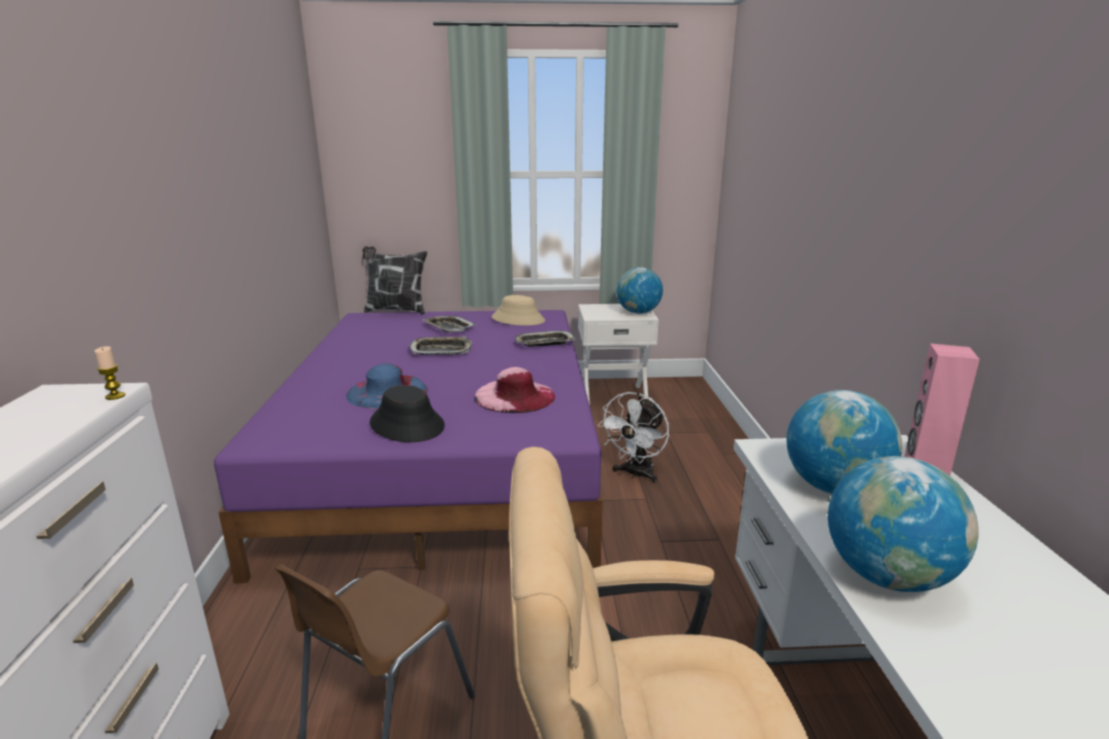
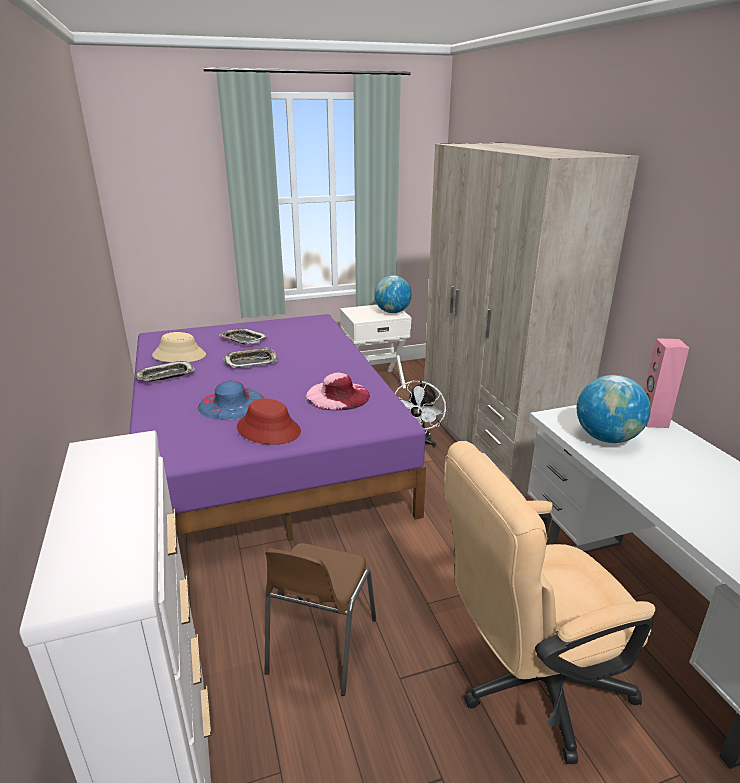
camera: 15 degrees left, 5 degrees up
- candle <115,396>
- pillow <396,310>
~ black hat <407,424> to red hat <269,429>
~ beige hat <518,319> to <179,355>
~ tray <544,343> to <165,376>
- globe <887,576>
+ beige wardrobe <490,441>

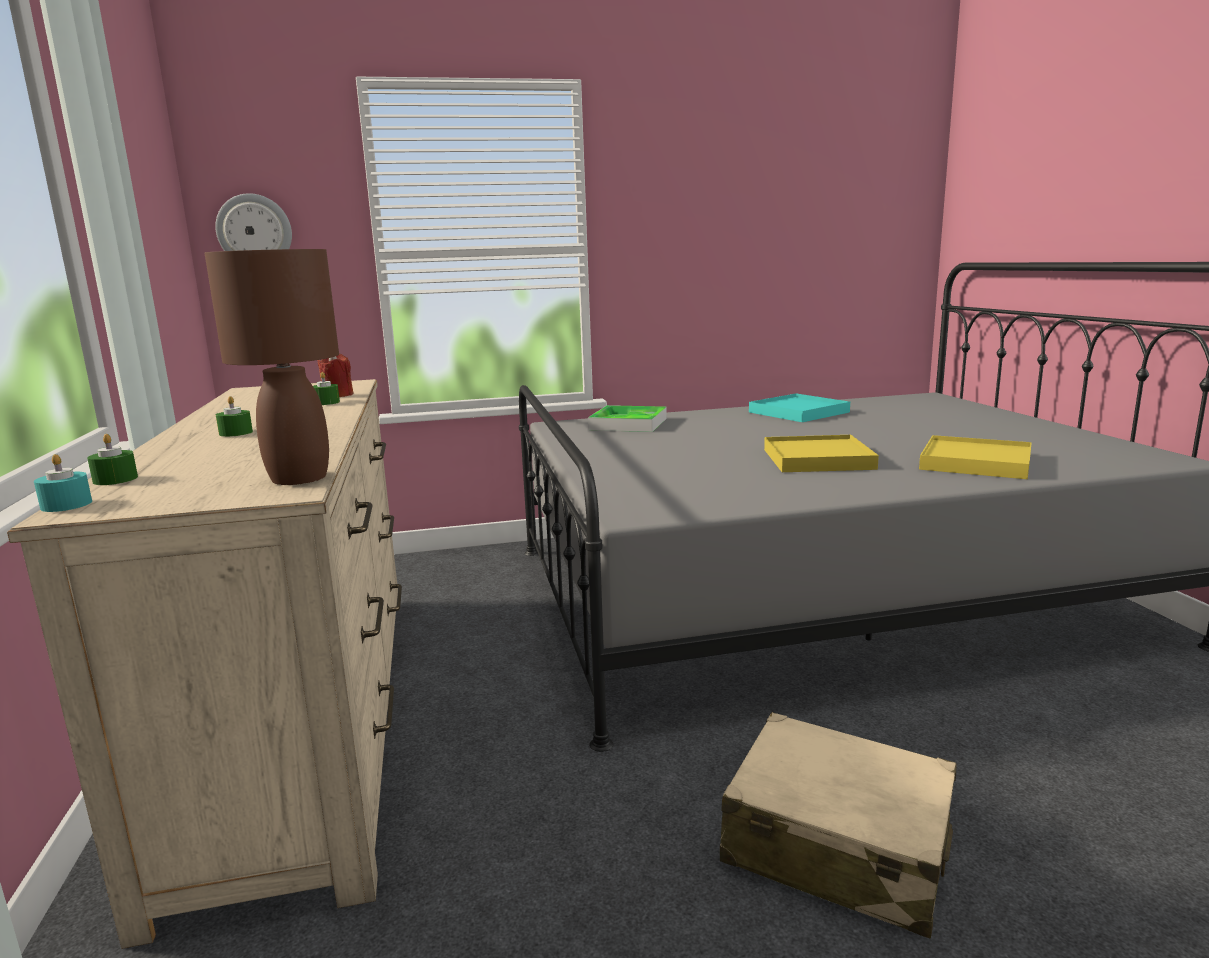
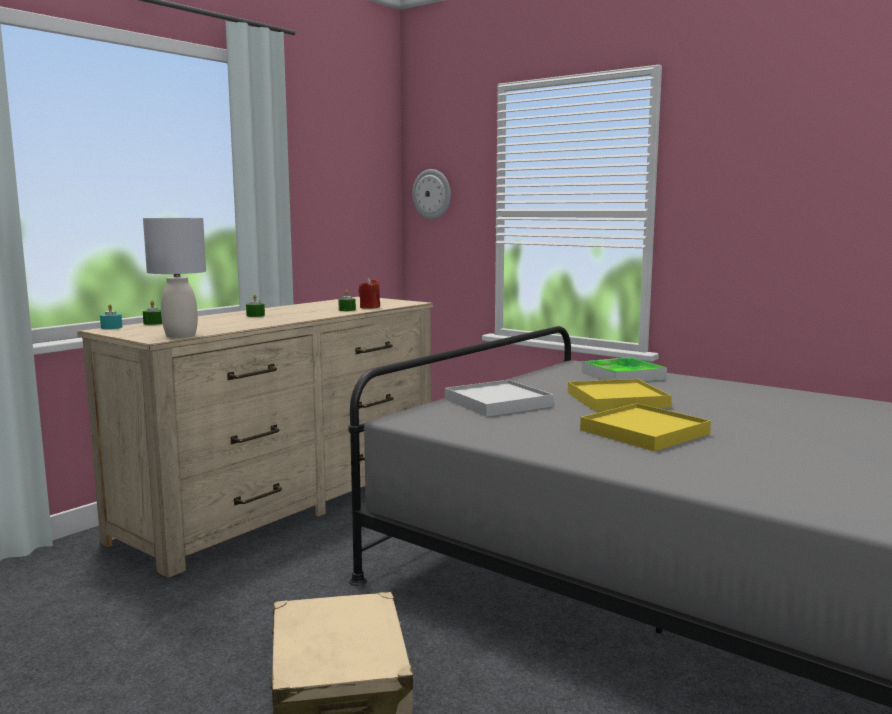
camera: 50 degrees right, 5 degrees down
~ brown table lamp <299,478> to grey table lamp <180,335>
- turquoise tray <798,412>
~ yellow tray <976,463> to <617,400>
+ white tray <497,403>

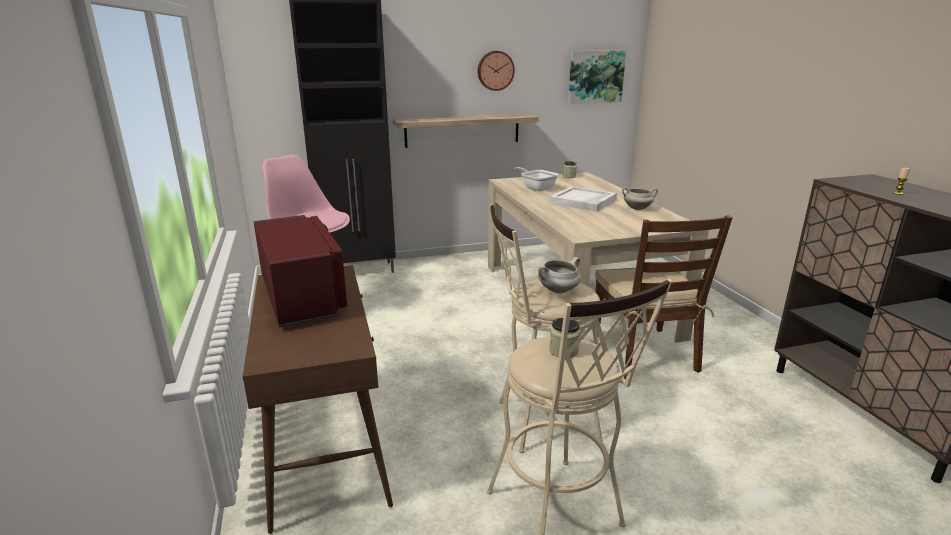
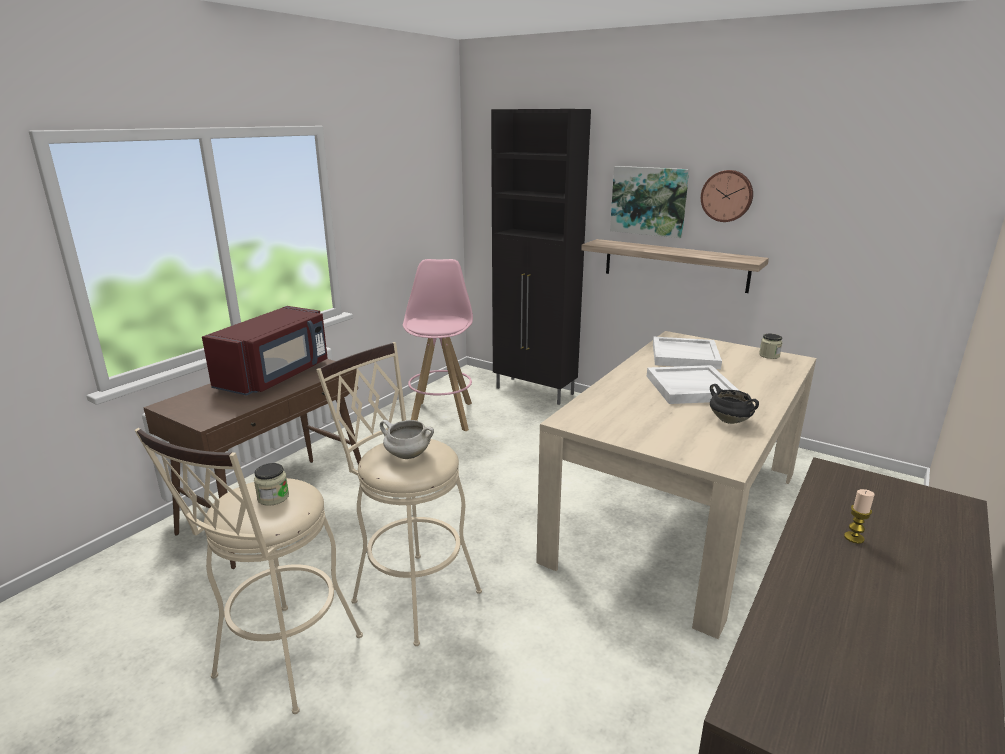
camera: 50 degrees right, 0 degrees up
~ frying pan <536,188> to white tray <685,356>
~ picture <595,77> to <649,201>
- brown chair <644,353>
~ white cooking pot <637,208> to black cooking pot <730,421>

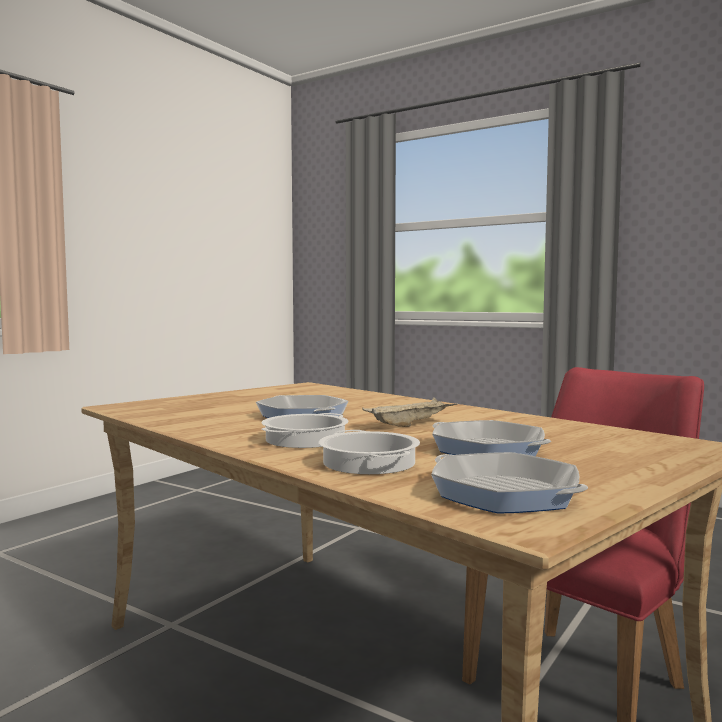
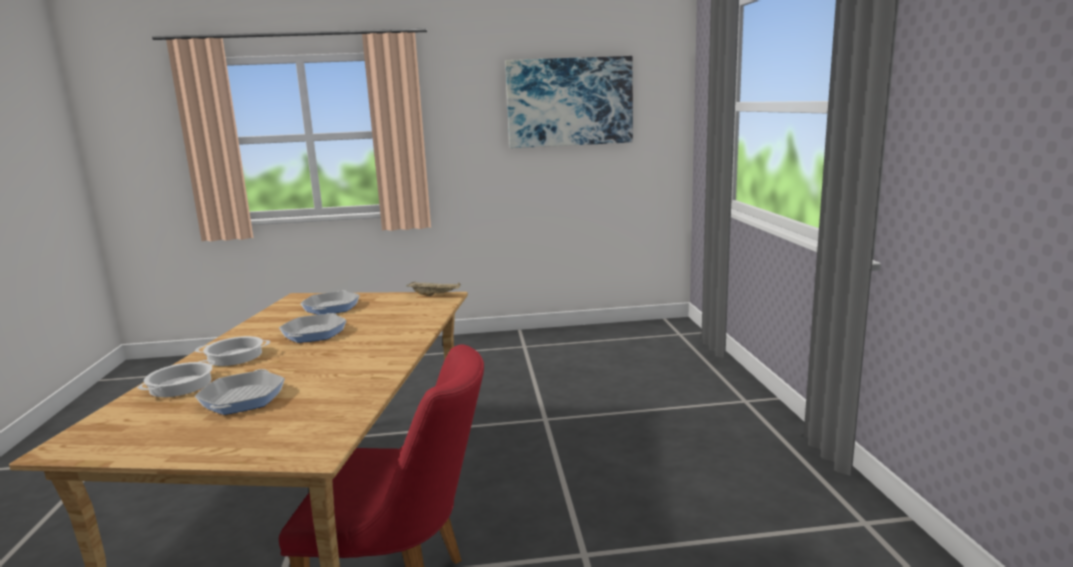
camera: 50 degrees right, 10 degrees up
~ beige tray <410,424> to <435,295>
~ frying pan <504,493> to <331,307>
+ picture <569,102>

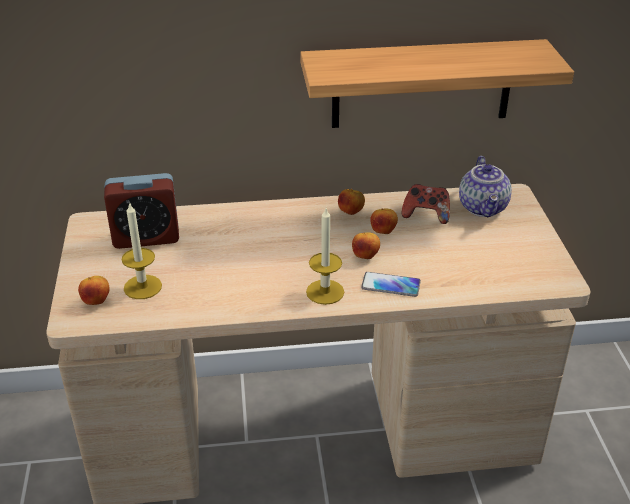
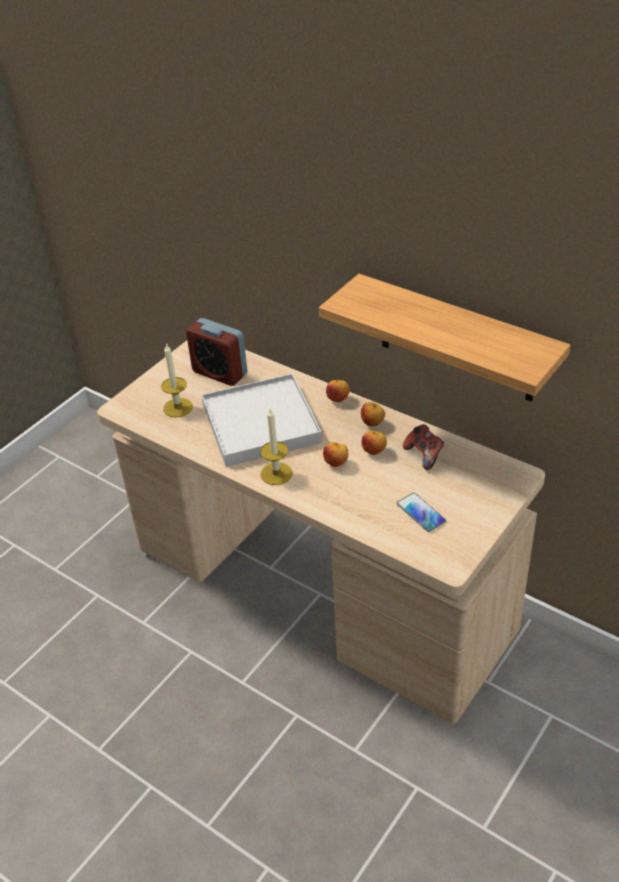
camera: 45 degrees right, 5 degrees up
~ apple <96,301> to <338,399>
~ phone <390,285> to <421,513>
- teapot <484,208>
+ white tray <260,424>

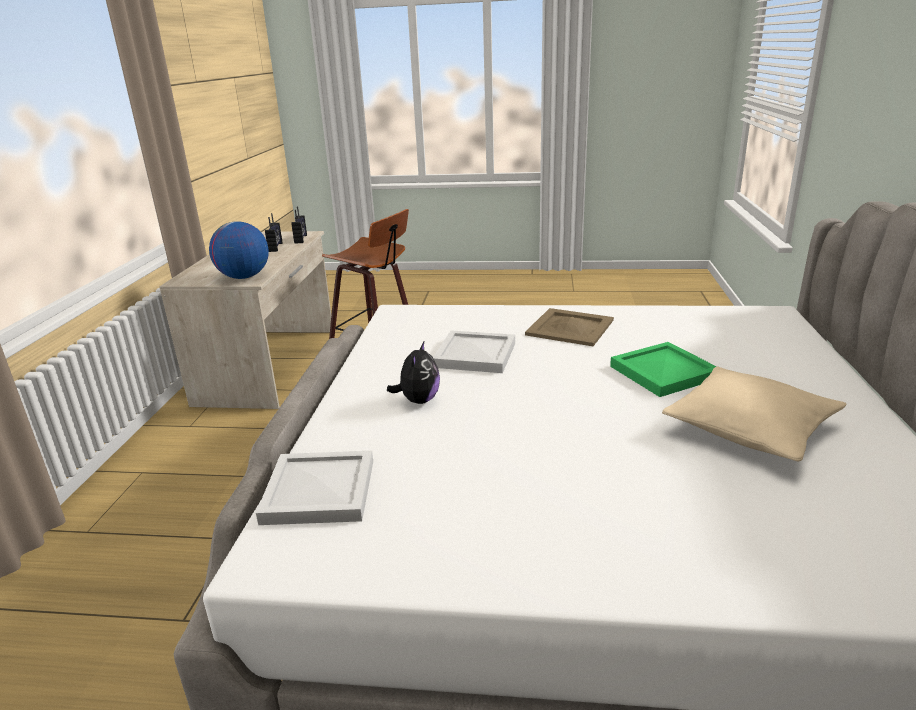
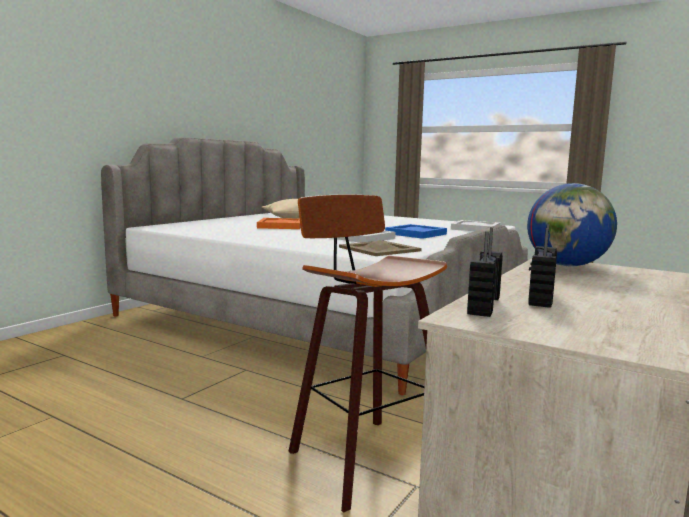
camera: 155 degrees left, 15 degrees down
~ plush toy <418,400> to blue tray <416,234>
~ beige tray <569,327> to <379,249>
~ green tray <663,373> to orange tray <281,226>

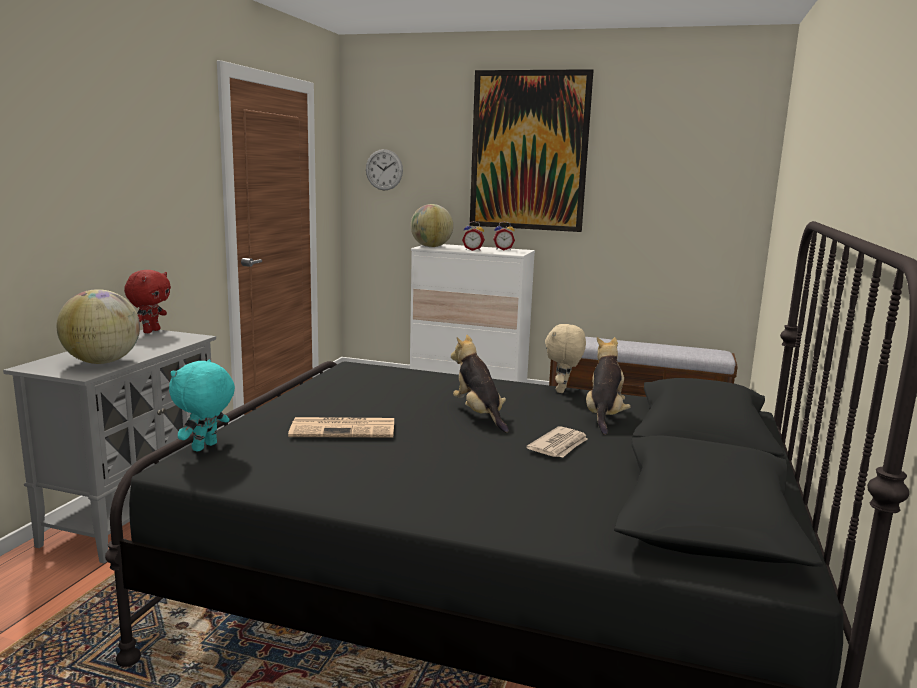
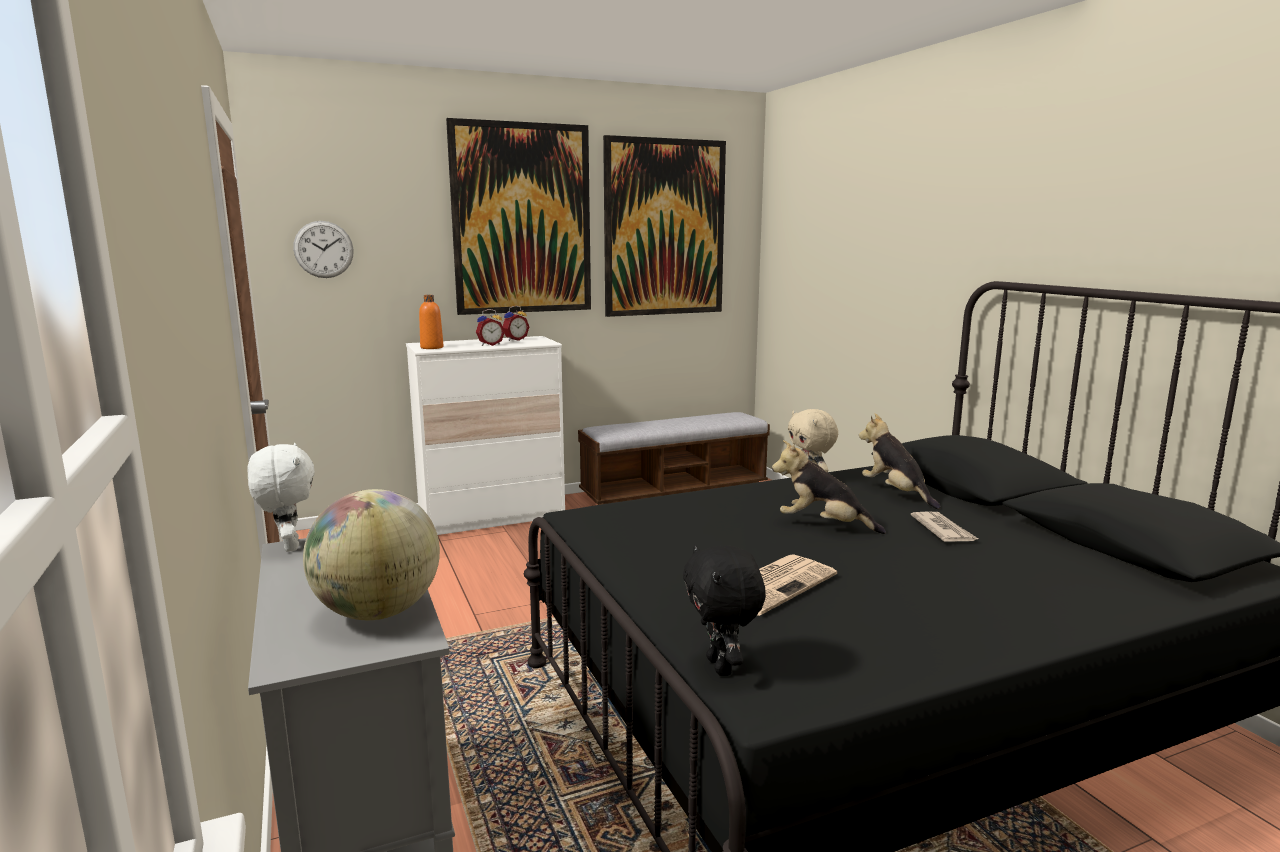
camera: 40 degrees left, 0 degrees up
~ red plush toy <151,331> to white plush toy <288,546>
~ turquoise plush toy <205,447> to black plush toy <722,667>
~ globe <431,247> to orange bottle <432,347>
+ picture <664,228>

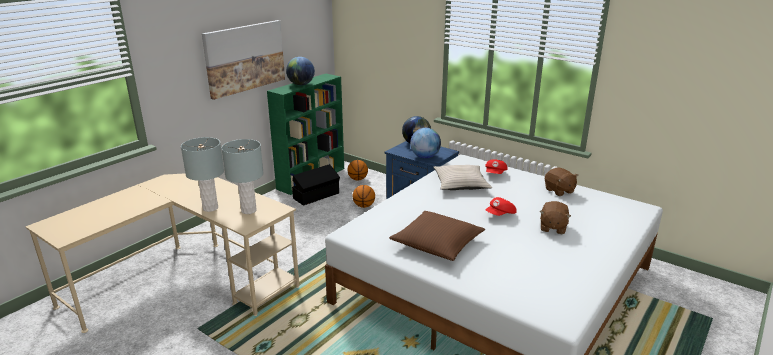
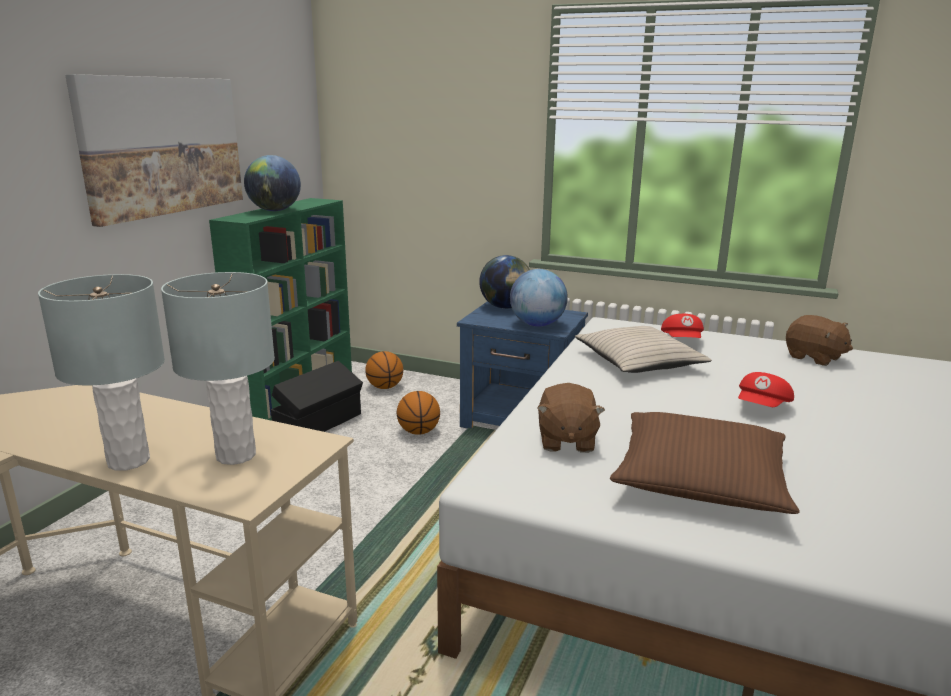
camera: 15 degrees left, 5 degrees down
~ brown plush toy <552,227> to <566,441>

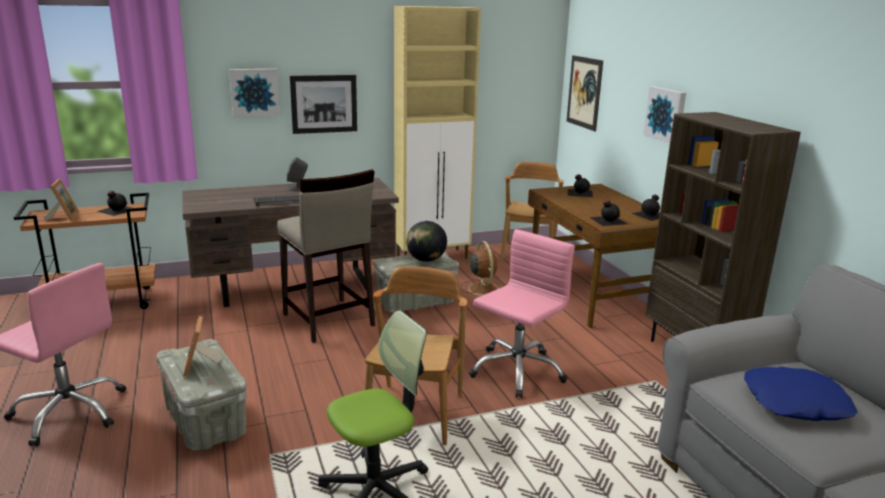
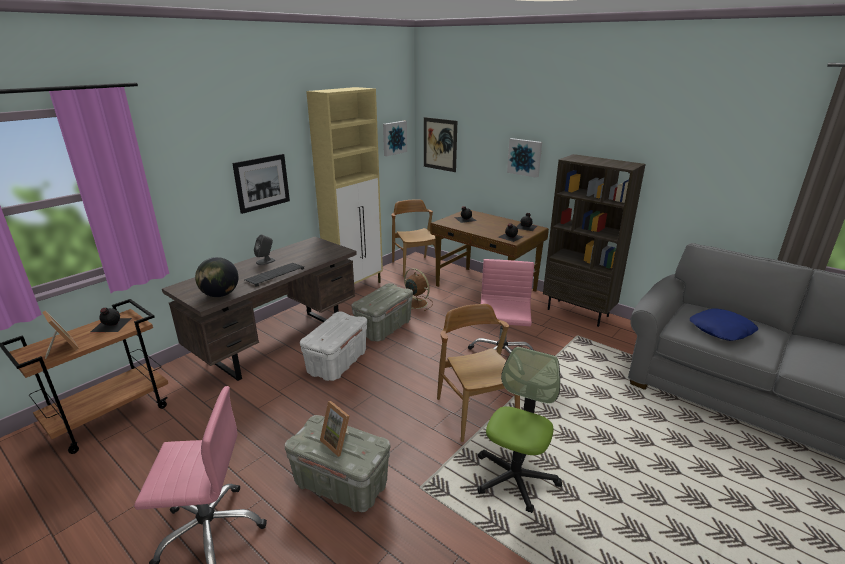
camera: 30 degrees left, 5 degrees up
~ picture <254,92> to <394,138>
~ beige stool <328,320> to white storage box <337,363>
~ globe <426,260> to <220,295>

